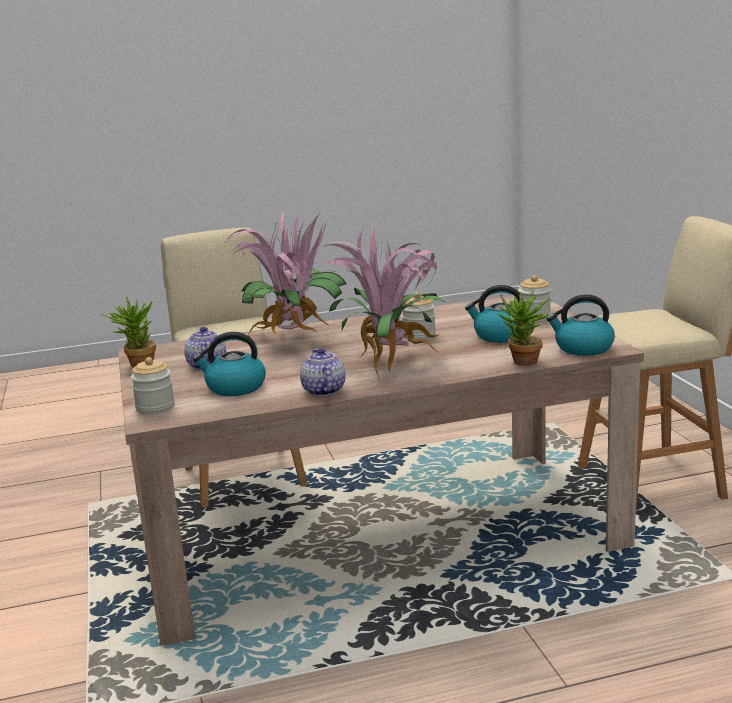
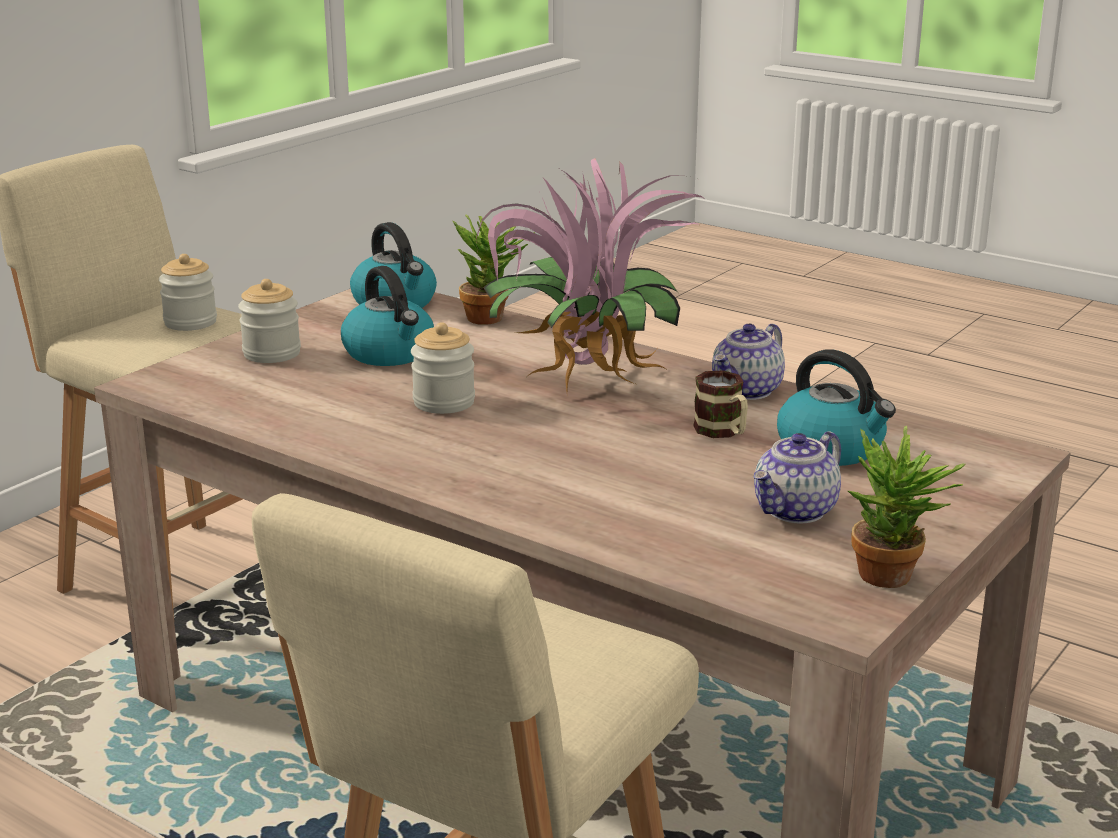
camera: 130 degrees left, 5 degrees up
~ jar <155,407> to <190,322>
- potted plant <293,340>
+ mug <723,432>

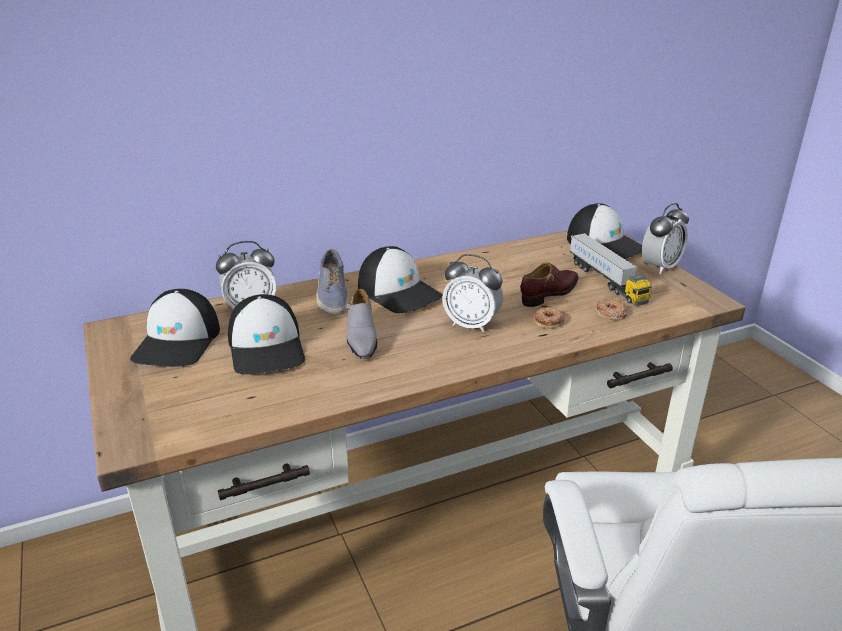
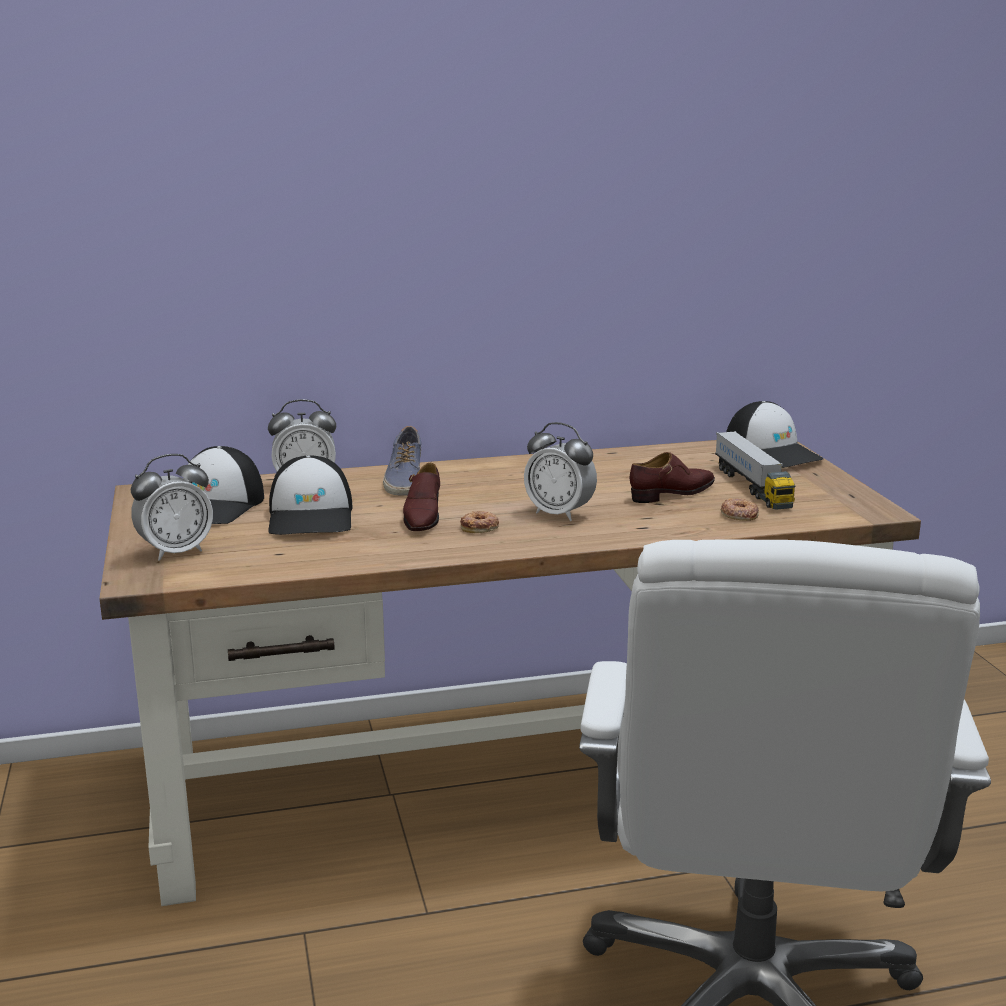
camera: 10 degrees right, 10 degrees down
~ grey shoe <361,338> to brown shoe <422,516>
- cap <399,292>
~ donut <549,321> to <480,527>
~ alarm clock <660,267> to <176,552>

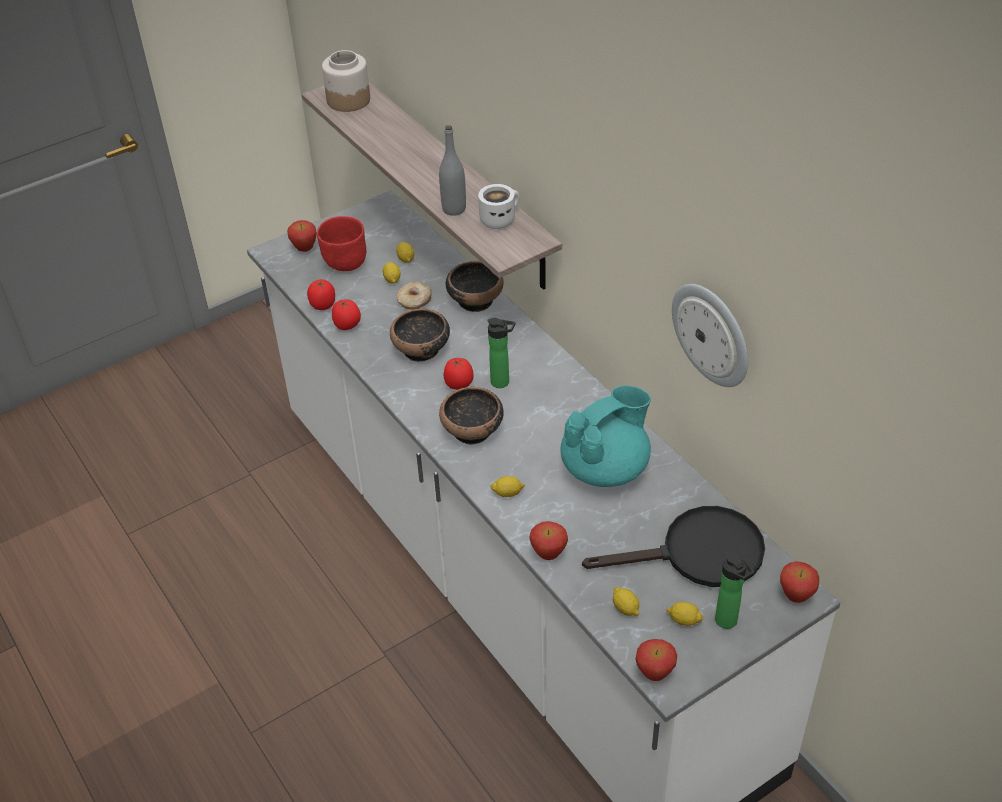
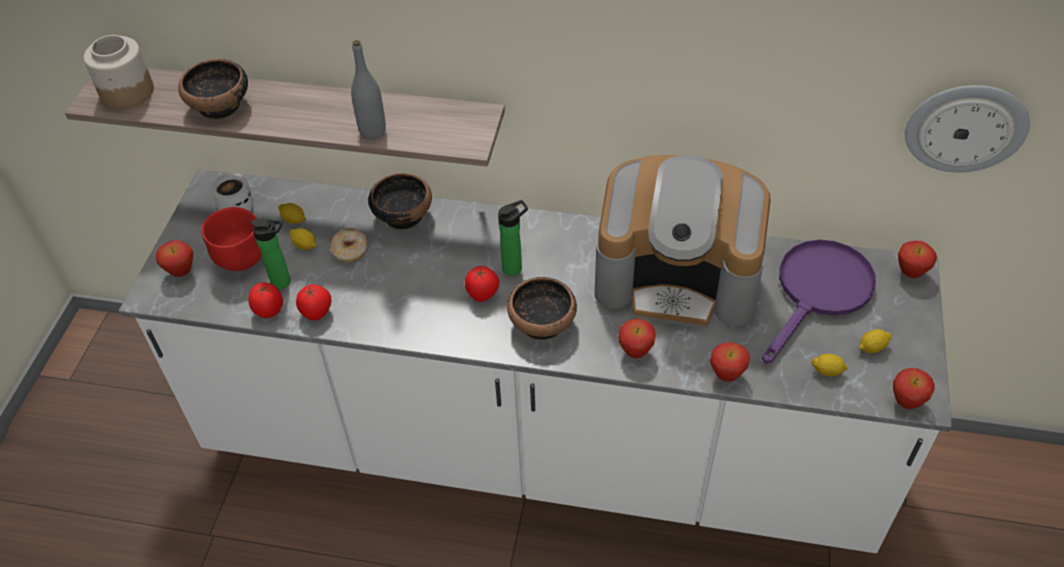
camera: 45 degrees left, 5 degrees up
~ bowl <421,349> to <220,105>
~ white mug <499,219> to <236,206>
~ lemon <507,493> to apple <635,352>
~ turquoise teapot <606,468> to coffee machine <678,277>
~ black frying pan <698,554> to purple frying pan <819,292>
~ wall clock <712,334> to <965,127>
~ bottle <728,622> to <284,282>

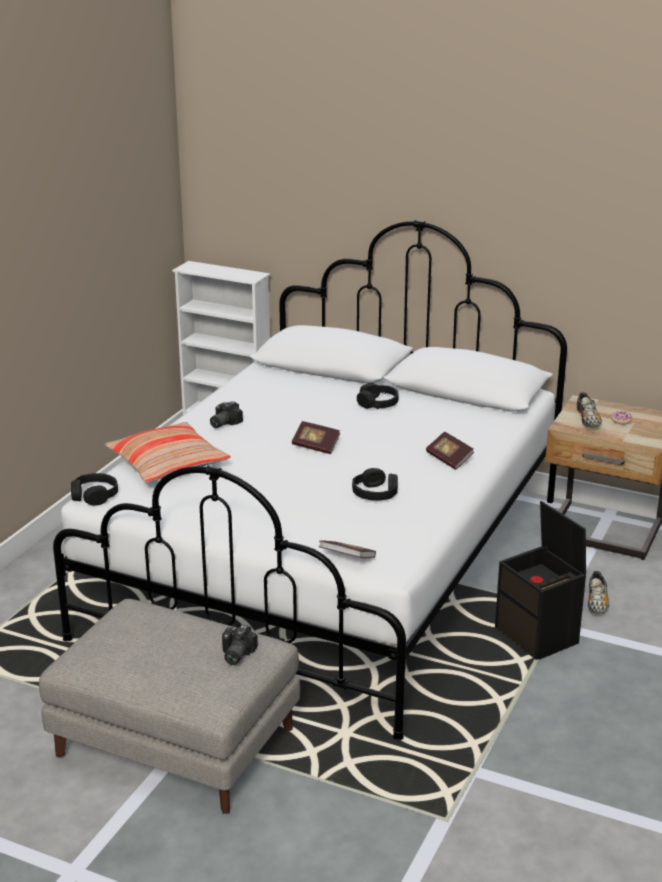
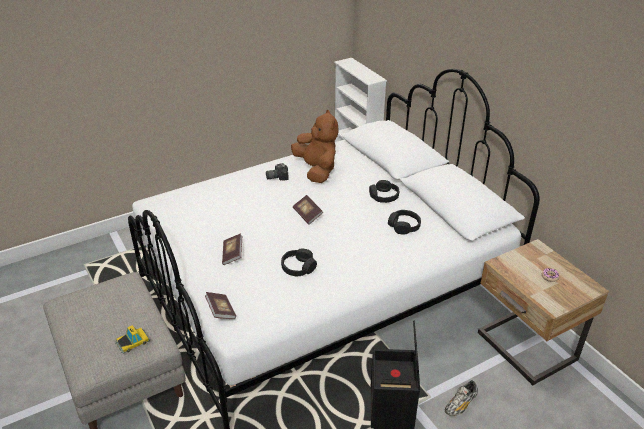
camera: 35 degrees right, 10 degrees up
~ black headphones <94,496> to <404,226>
- pillow <167,464>
~ photo camera <235,654> to toy car <133,342>
~ book <449,459> to <232,254>
- shoe <588,421>
+ brown plush toy <316,170>

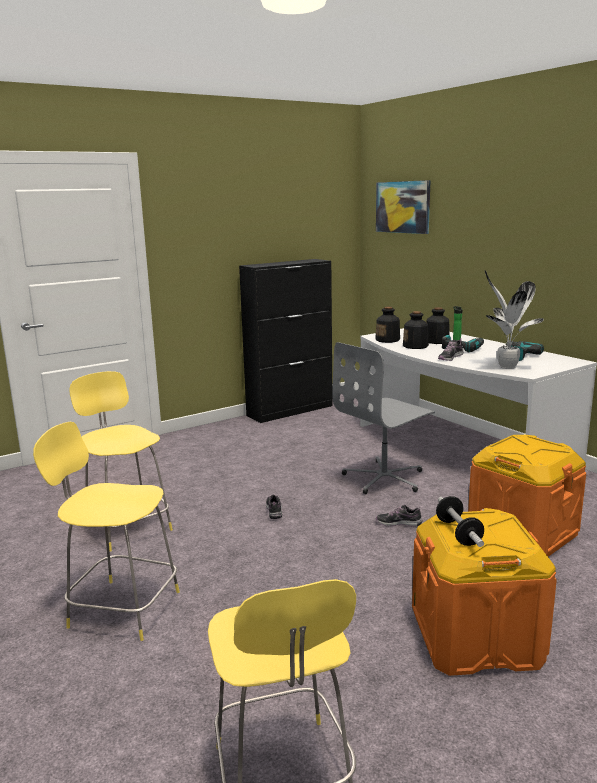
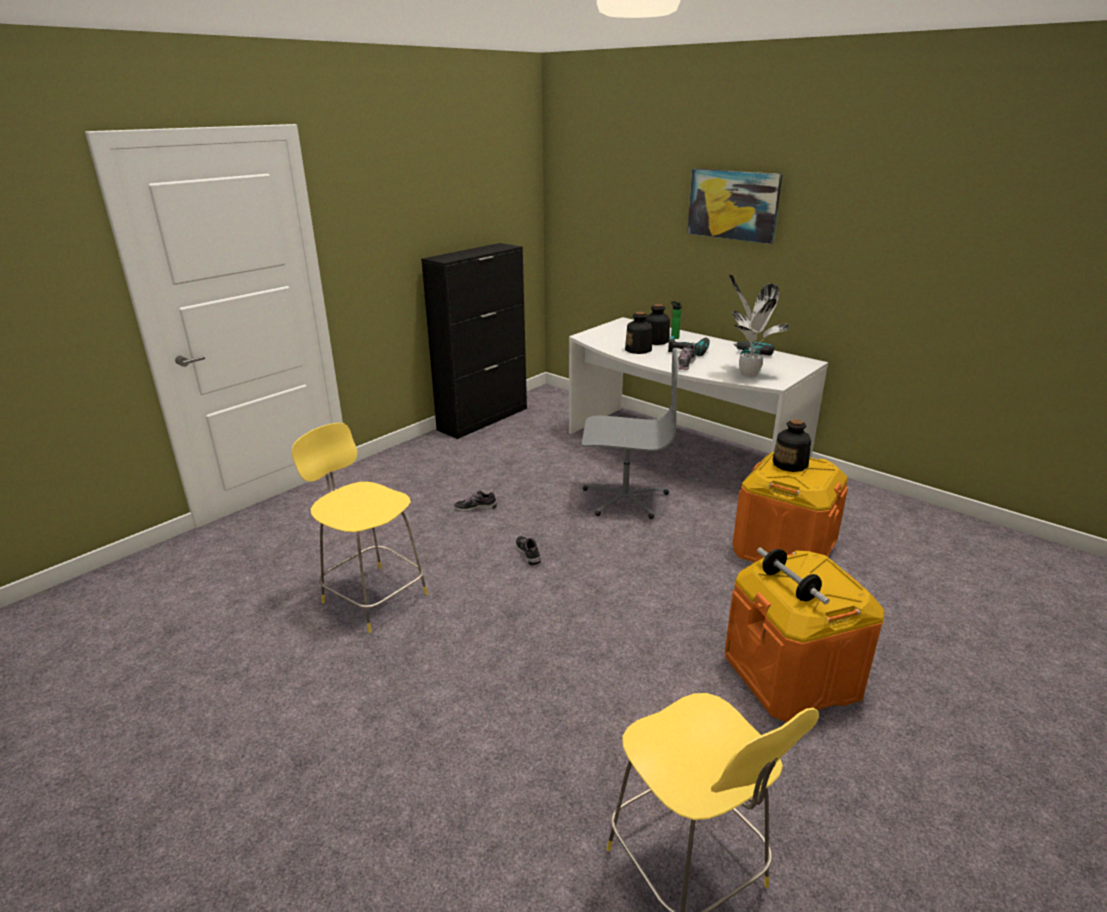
camera: 15 degrees left, 10 degrees up
- yellow stool <121,608>
~ grey office chair <385,478> = <624,498> 120 degrees counterclockwise
~ bottle <388,340> to <790,464>
~ picture <403,207> to <733,205>
~ shoe <398,523> to <475,507>

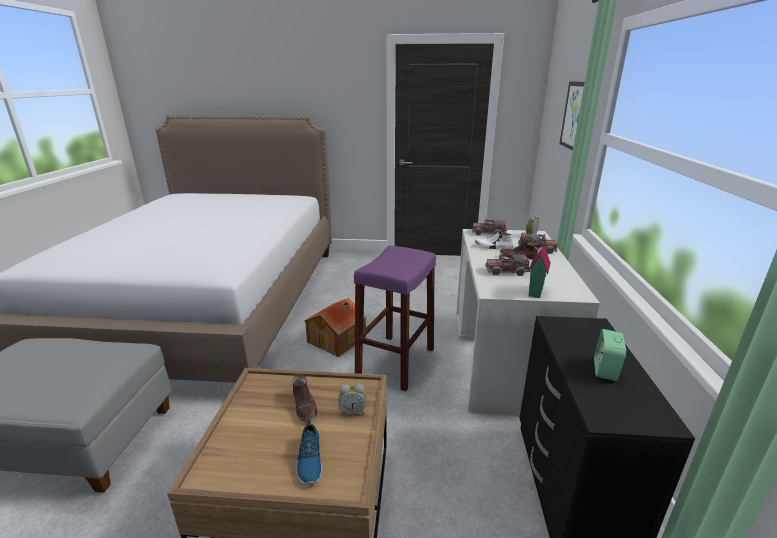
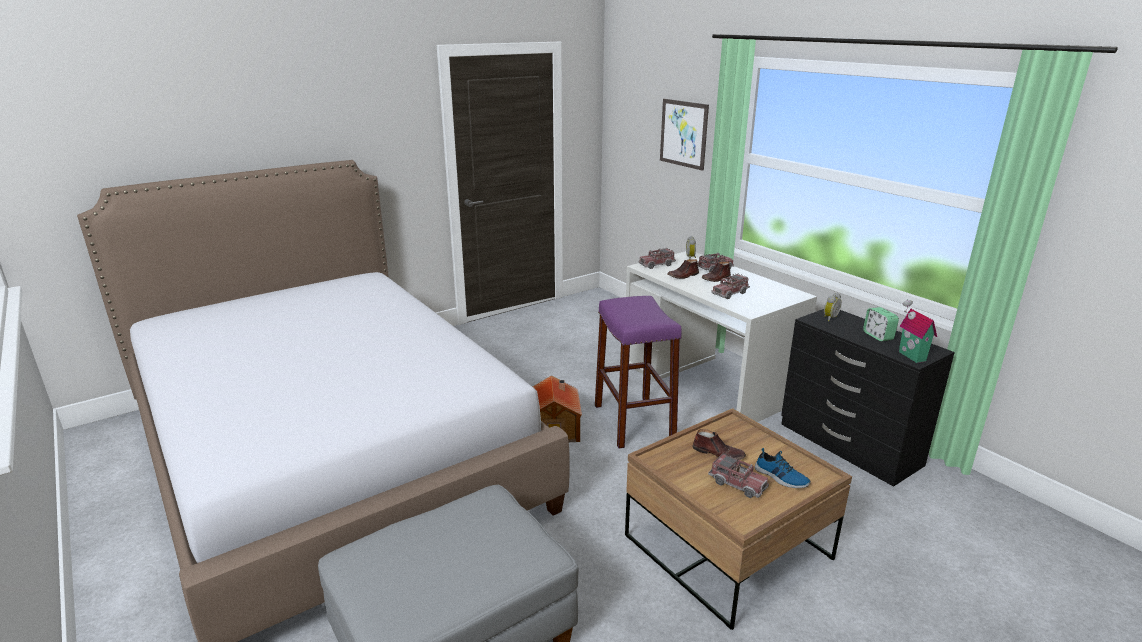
camera: 40 degrees left, 0 degrees up
~ alarm clock <352,411> to <829,318>
~ white shoe <493,247> to brown shoe <683,276>
~ toy house <533,291> to <910,356>
+ toy truck <737,484>

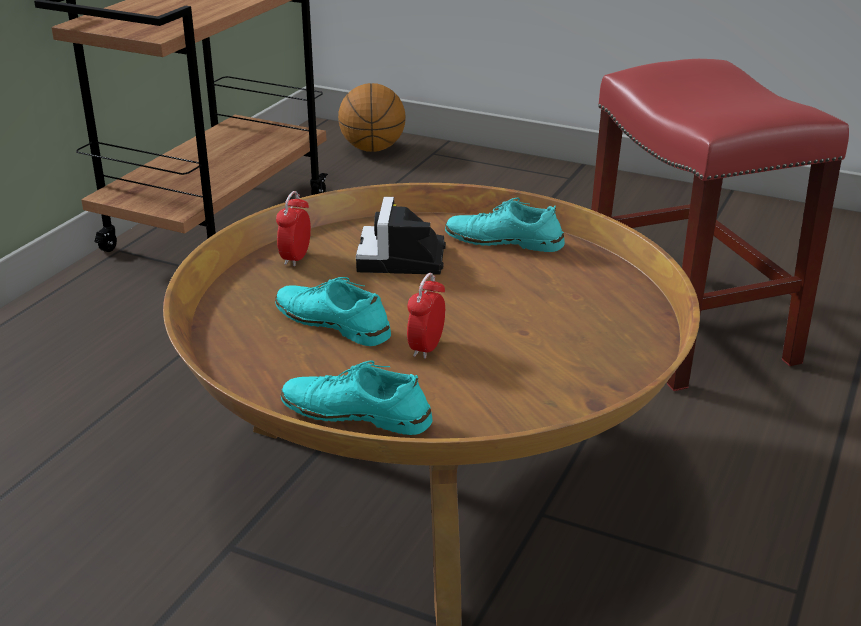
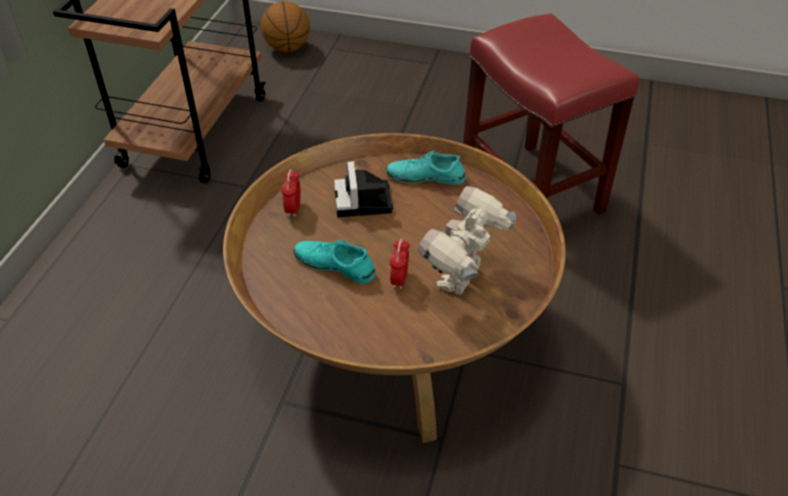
camera: 10 degrees left, 15 degrees up
- turquoise shoe <356,413>
+ toy robot <462,278>

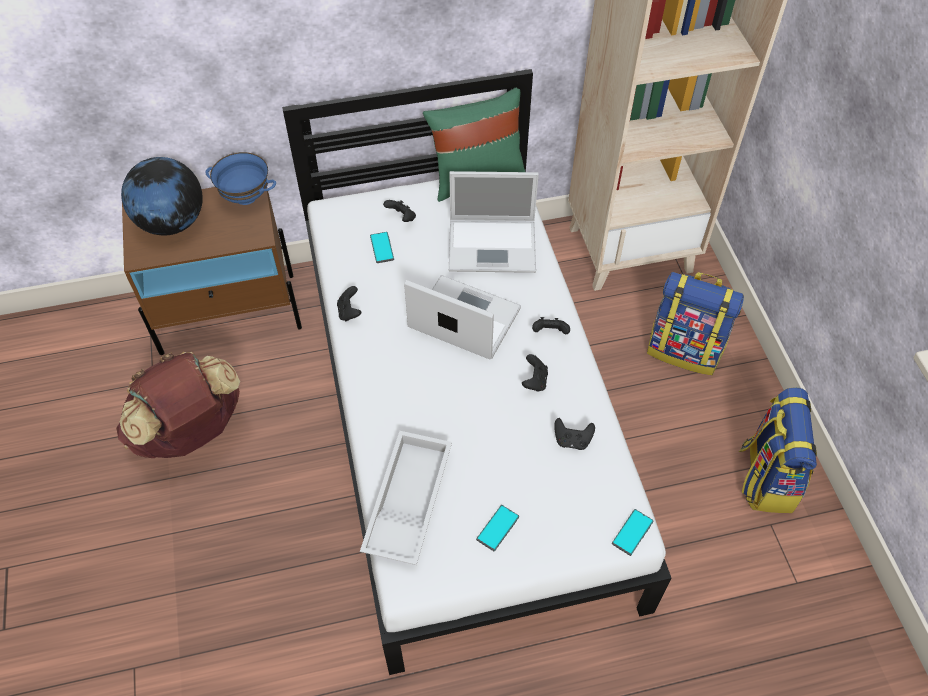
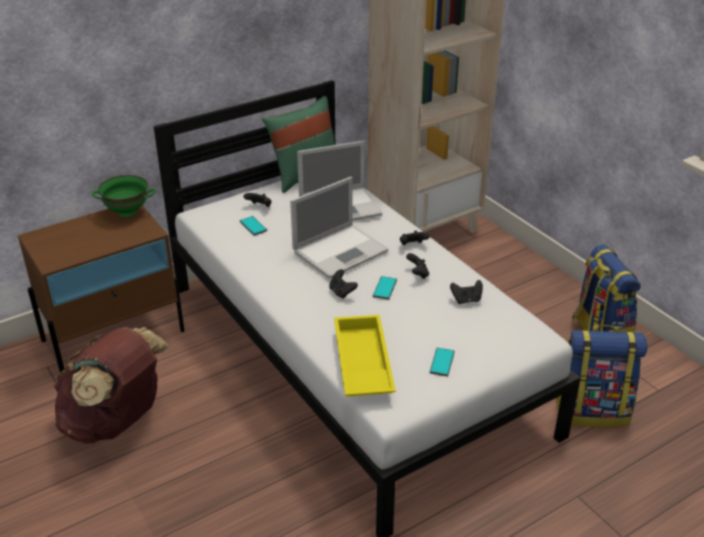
camera: 20 degrees left, 20 degrees down
- globe <172,222>
~ blue bowl <245,197> to green bowl <127,213>
~ black game controller <349,312> to <342,292>
~ white tray <406,500> to yellow tray <361,363>
~ laptop <462,318> = <341,251> 135 degrees clockwise
~ phone <632,532> to <385,288>
~ backpack <685,349> to <592,411>

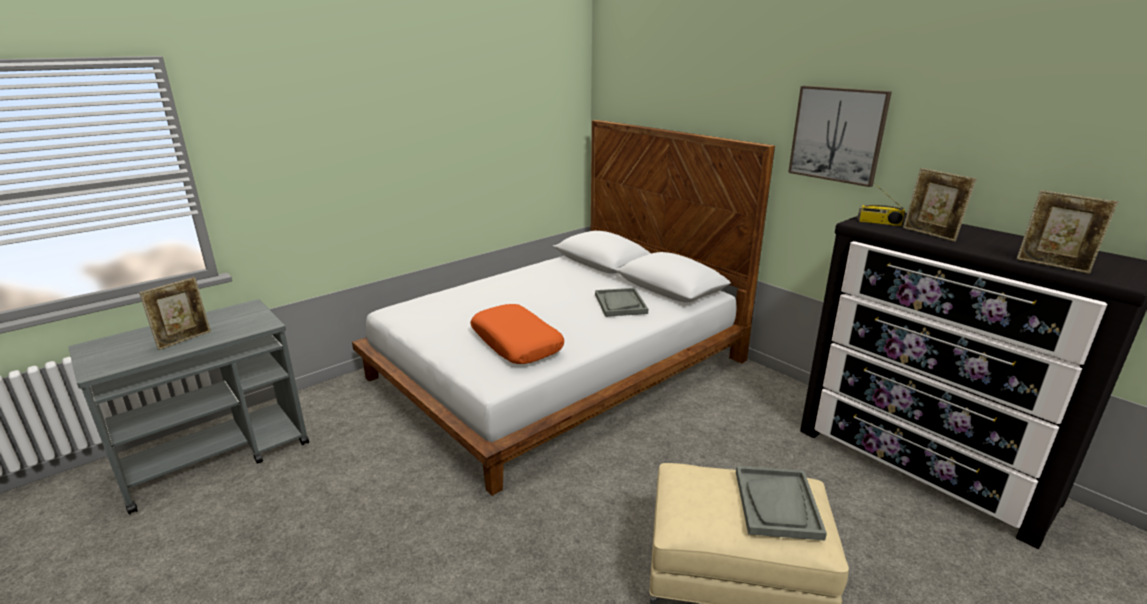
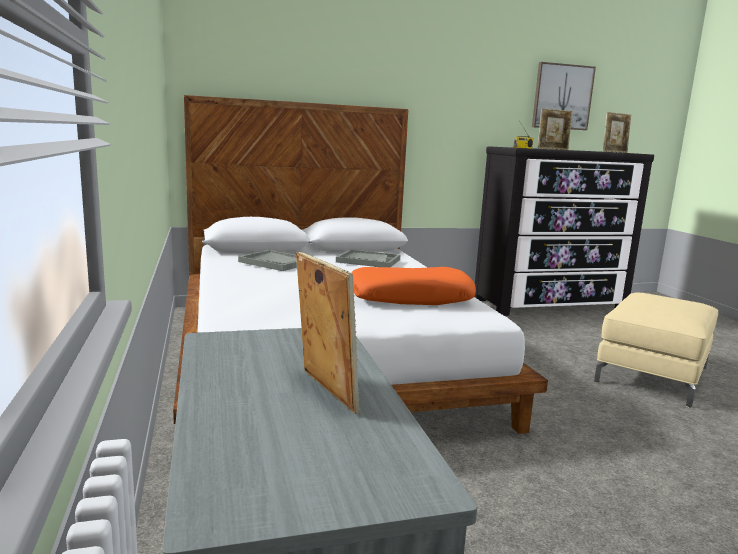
camera: 65 degrees left, 10 degrees down
~ grey tray <777,504> to <275,262>
~ picture <837,134> to <562,97>

